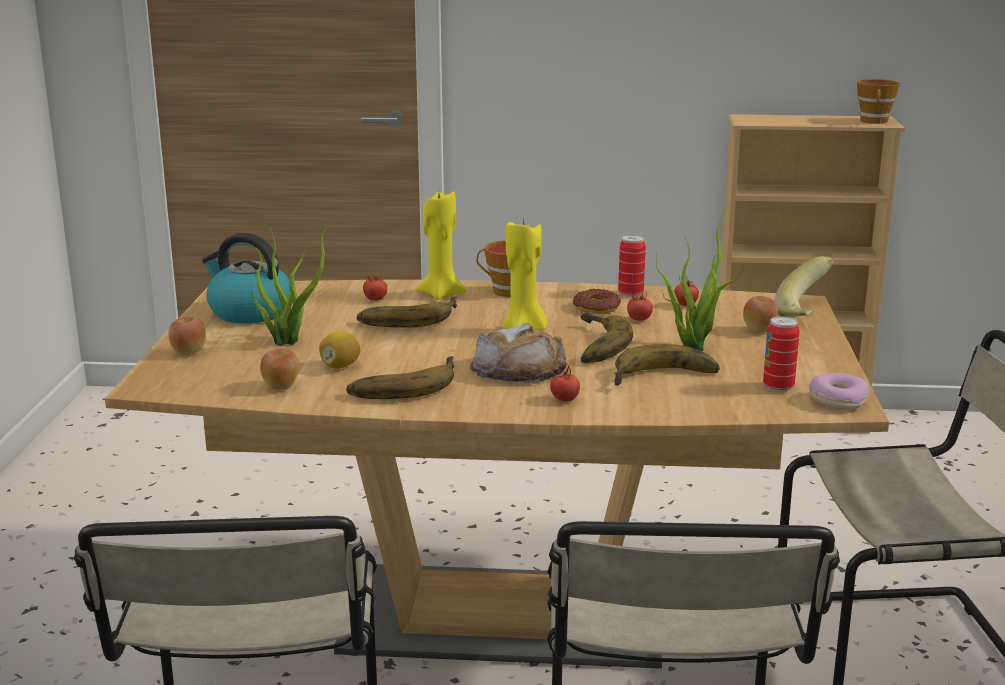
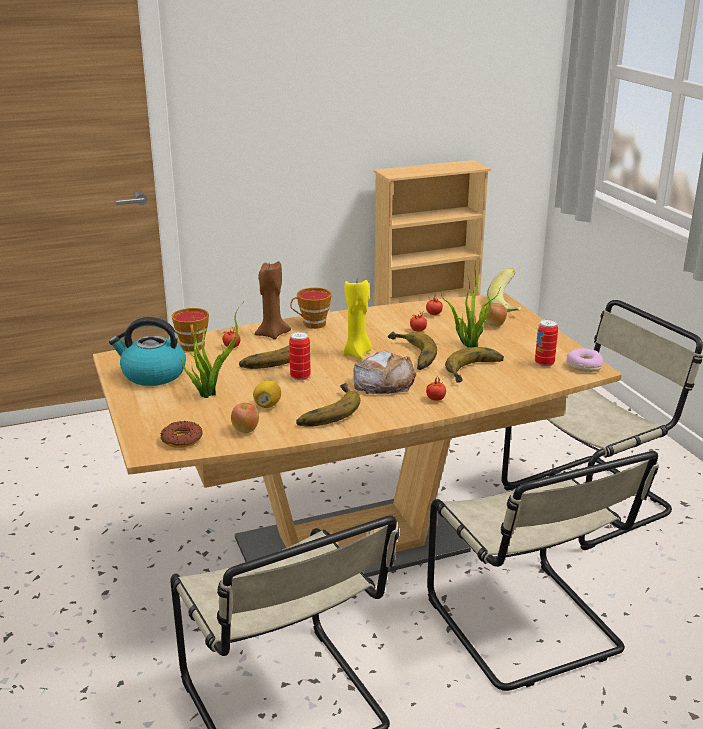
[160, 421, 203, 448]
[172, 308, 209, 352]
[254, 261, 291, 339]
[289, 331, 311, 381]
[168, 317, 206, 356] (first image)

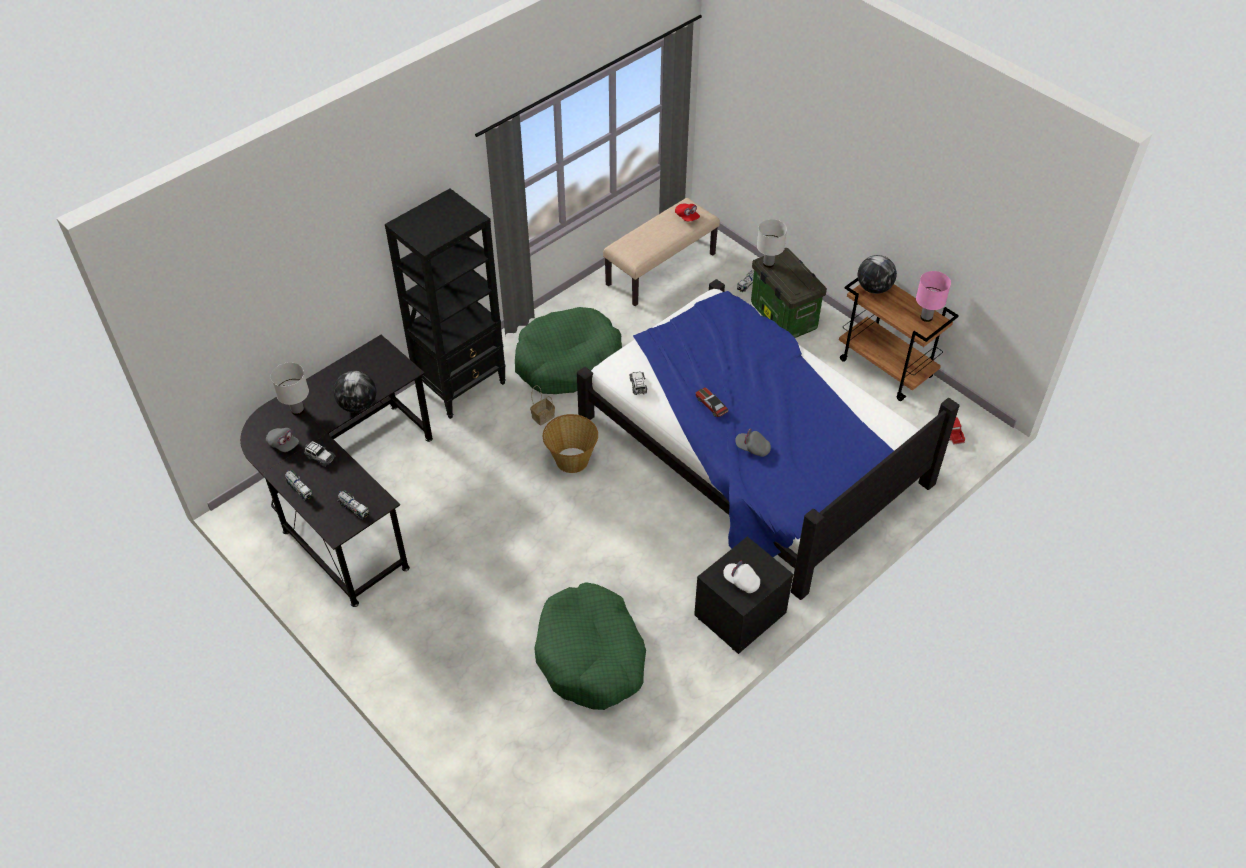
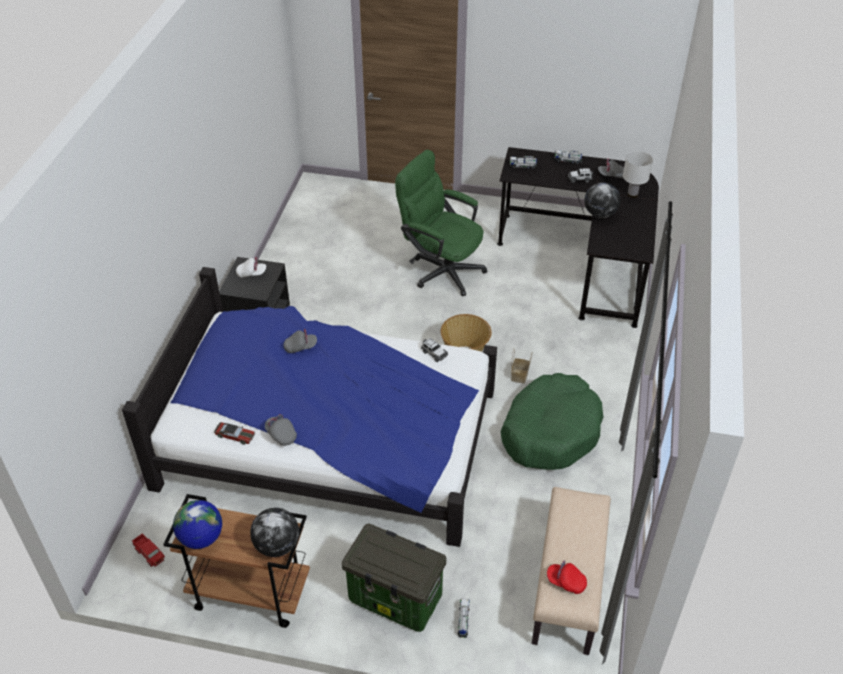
[173, 500, 222, 549]
[214, 422, 255, 445]
[265, 414, 297, 446]
[395, 150, 487, 296]
[385, 188, 506, 419] (first image)
[534, 582, 646, 710] (first image)
[757, 219, 787, 268] (first image)

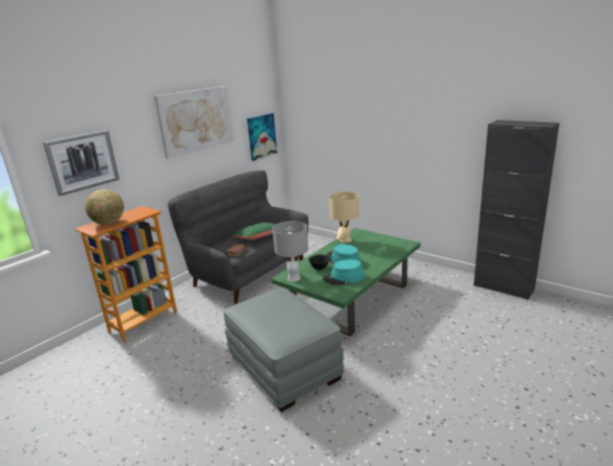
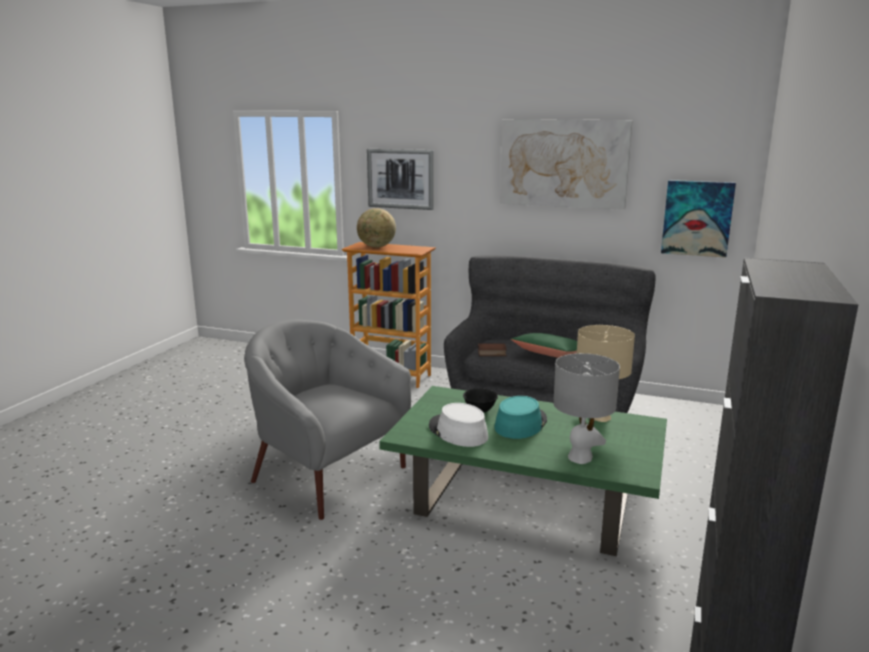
[244, 320, 411, 520]
[429, 403, 488, 447]
[553, 353, 620, 464]

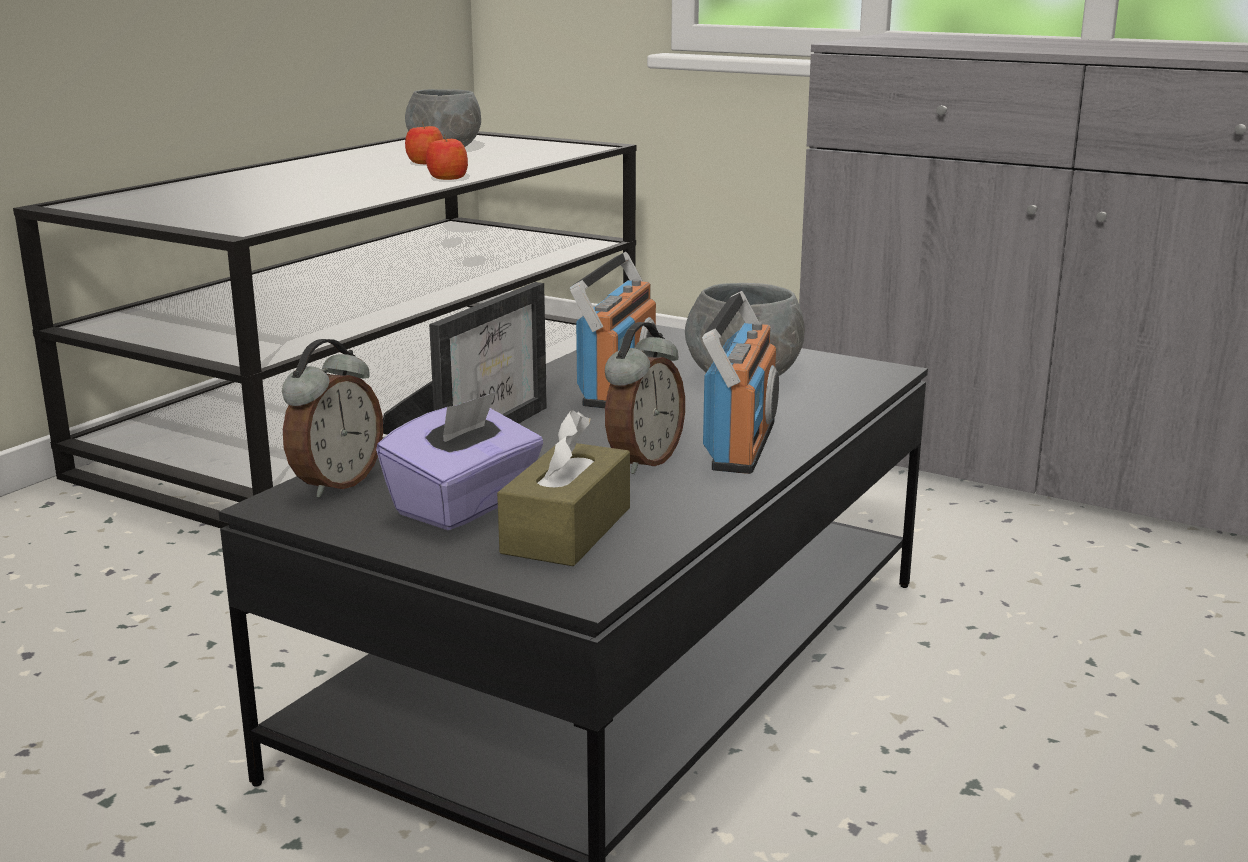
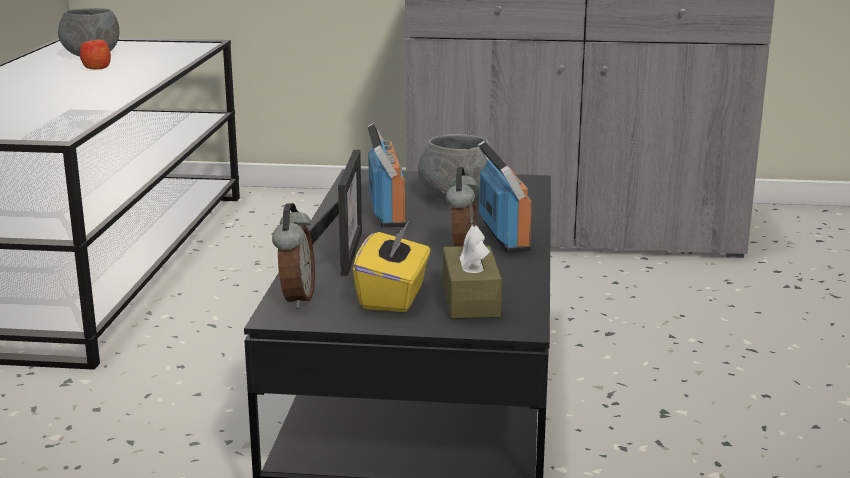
[353, 222, 430, 312]
[426, 134, 468, 180] (first image)

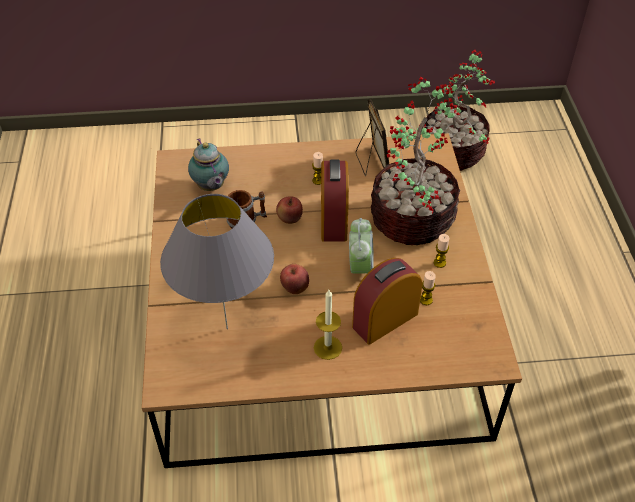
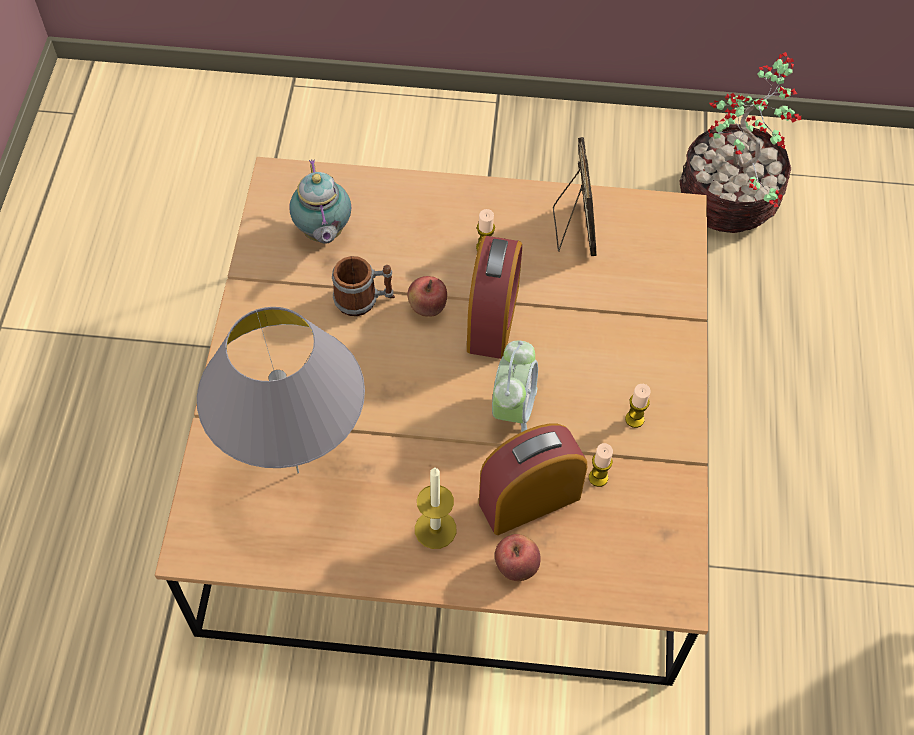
[495, 534, 541, 581]
[371, 77, 460, 245] (first image)

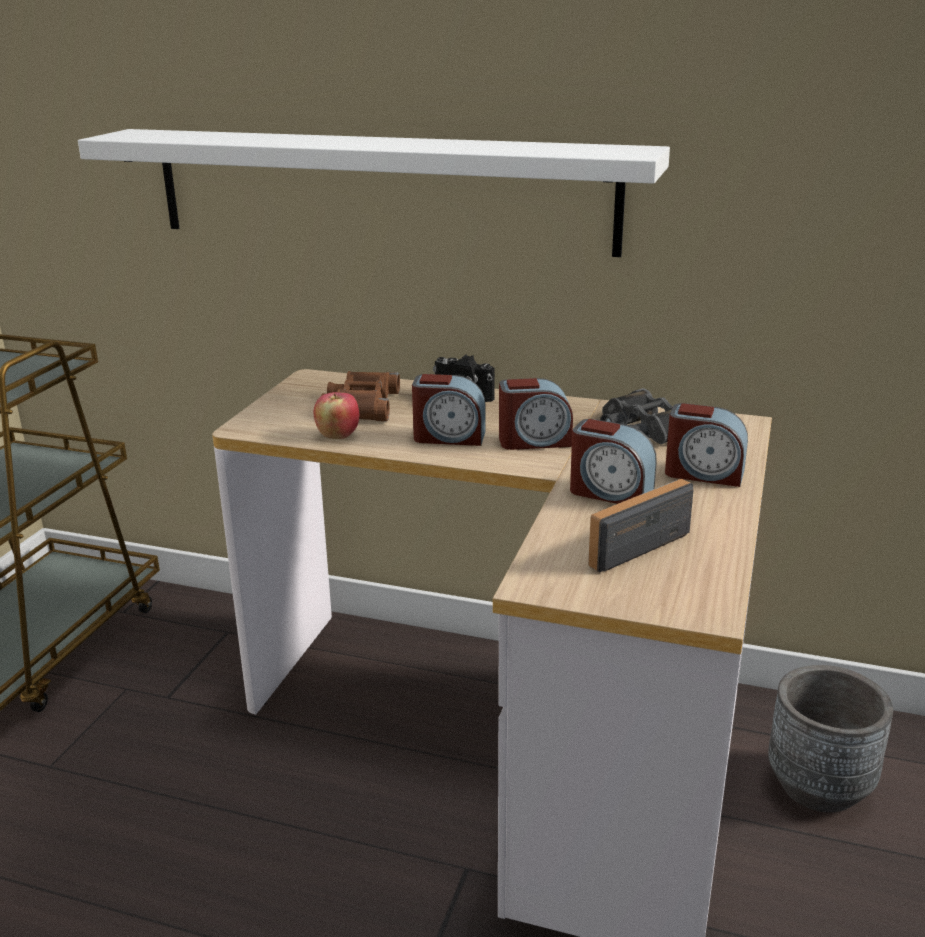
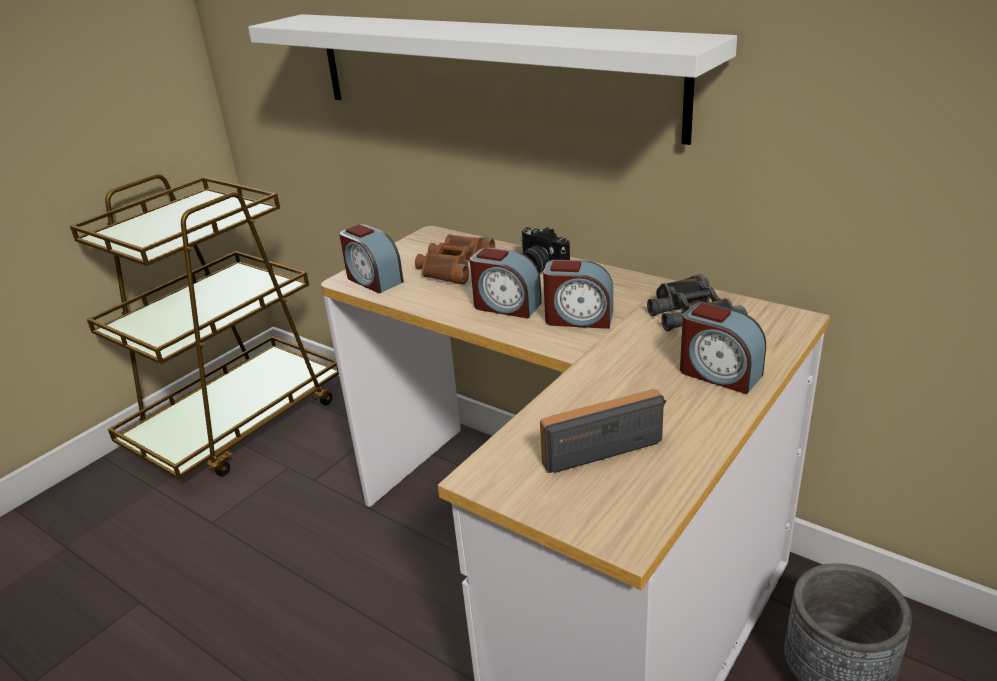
[339, 224, 404, 294]
[314, 392, 359, 439] (first image)

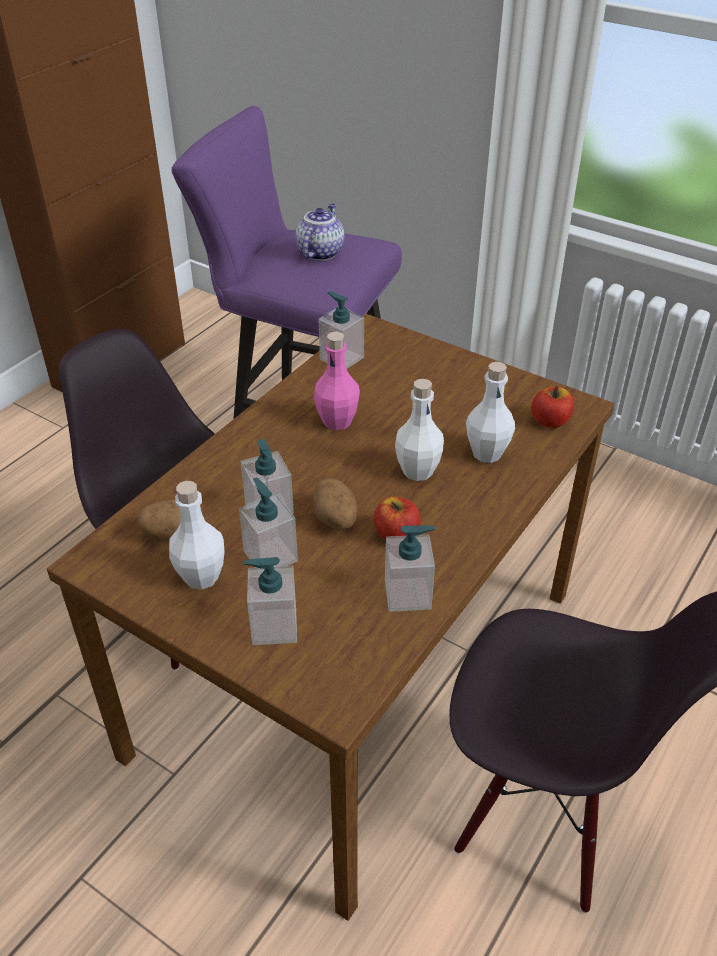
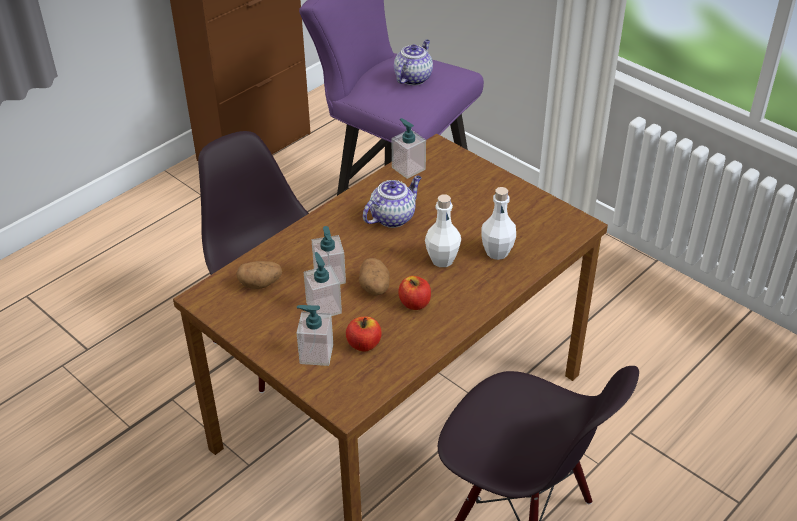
[346, 317, 382, 352]
[363, 176, 422, 228]
[169, 481, 225, 589] (first image)
[385, 525, 435, 612] (first image)

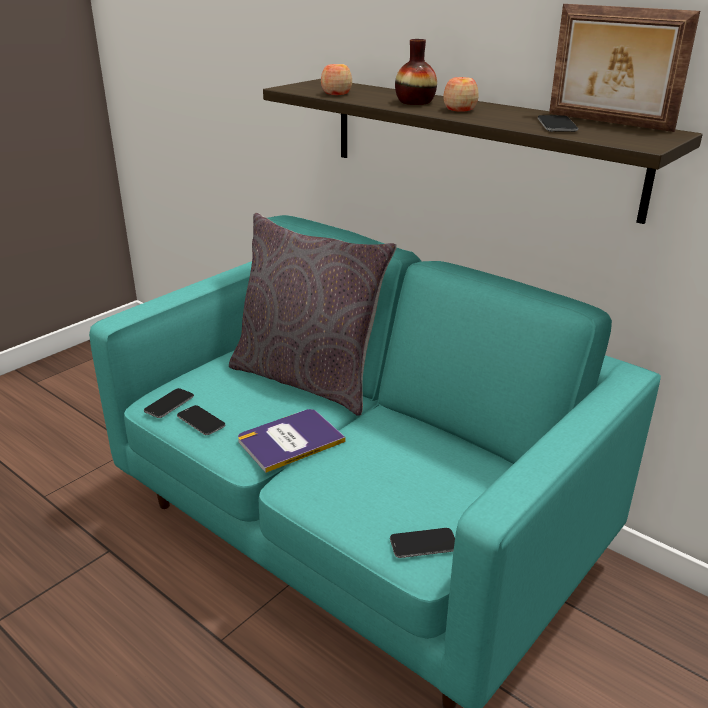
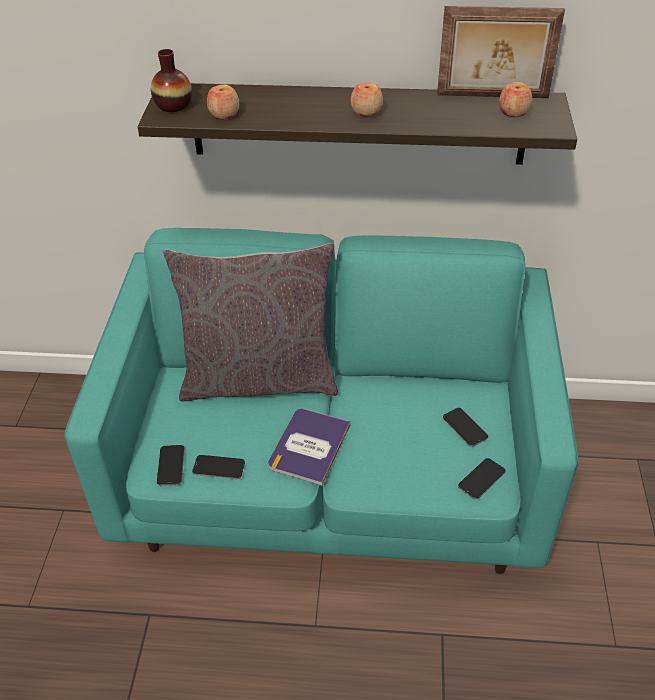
[151, 49, 192, 112]
[443, 408, 488, 447]
[499, 82, 532, 117]

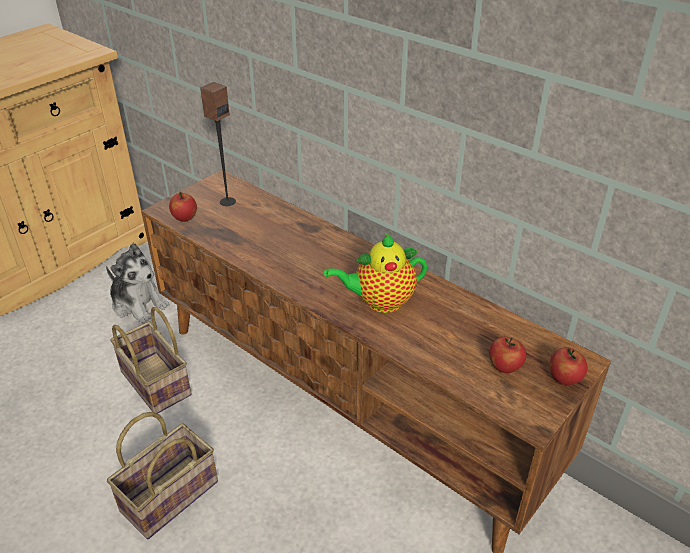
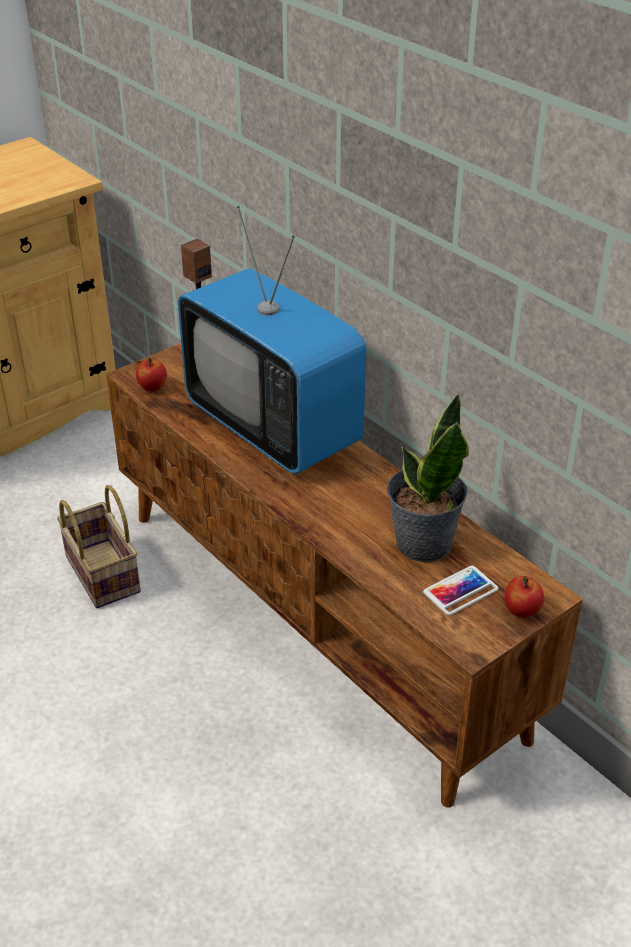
[178, 206, 366, 474]
[387, 393, 469, 562]
[423, 566, 498, 615]
[106, 243, 170, 324] (first image)
[107, 412, 218, 539] (first image)
[324, 234, 427, 313] (first image)

